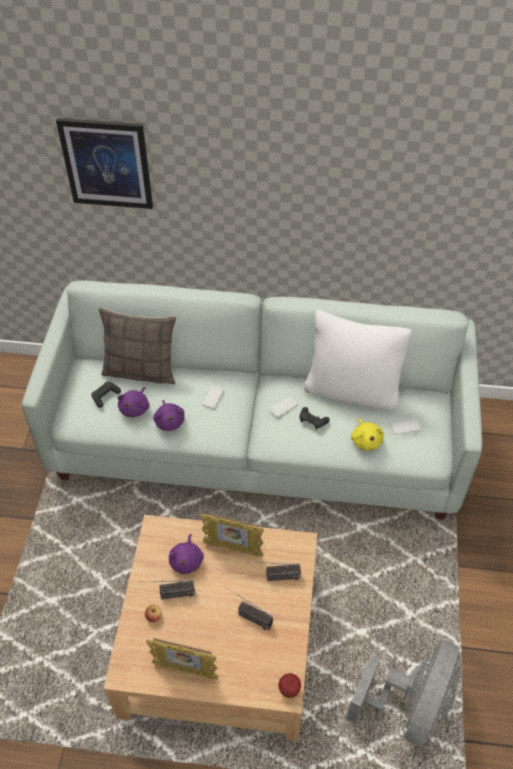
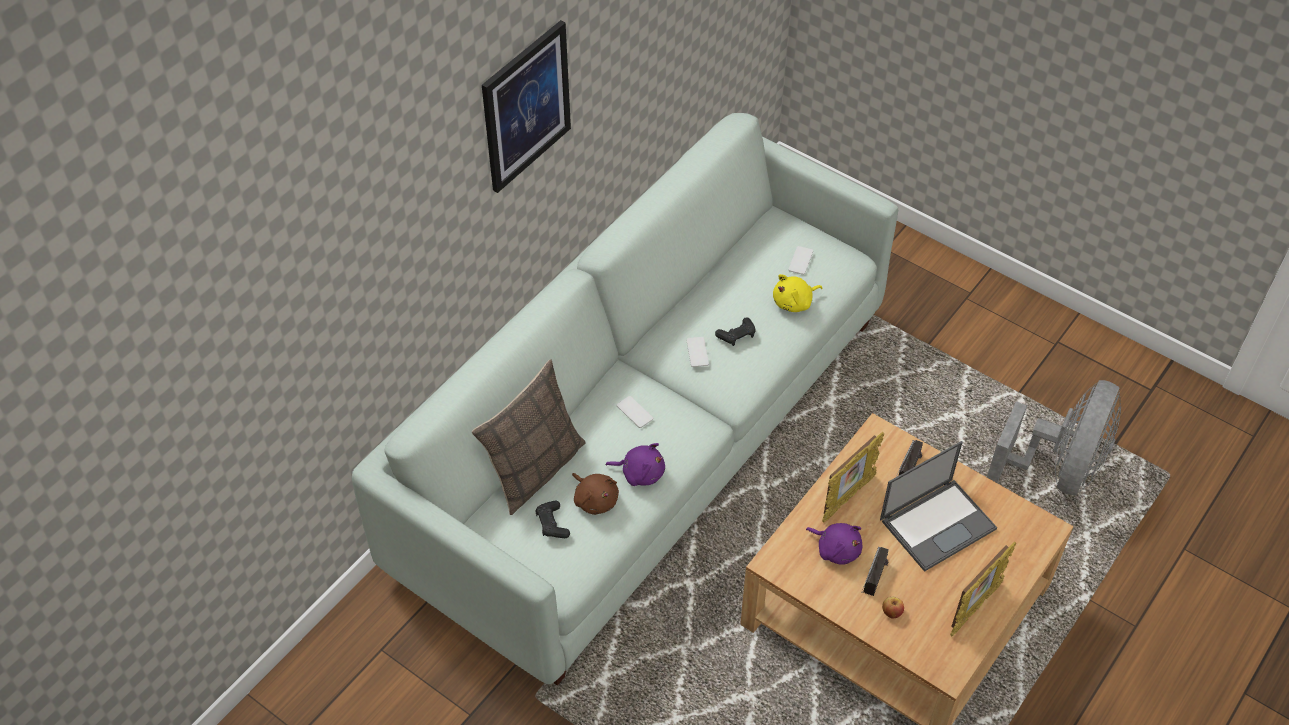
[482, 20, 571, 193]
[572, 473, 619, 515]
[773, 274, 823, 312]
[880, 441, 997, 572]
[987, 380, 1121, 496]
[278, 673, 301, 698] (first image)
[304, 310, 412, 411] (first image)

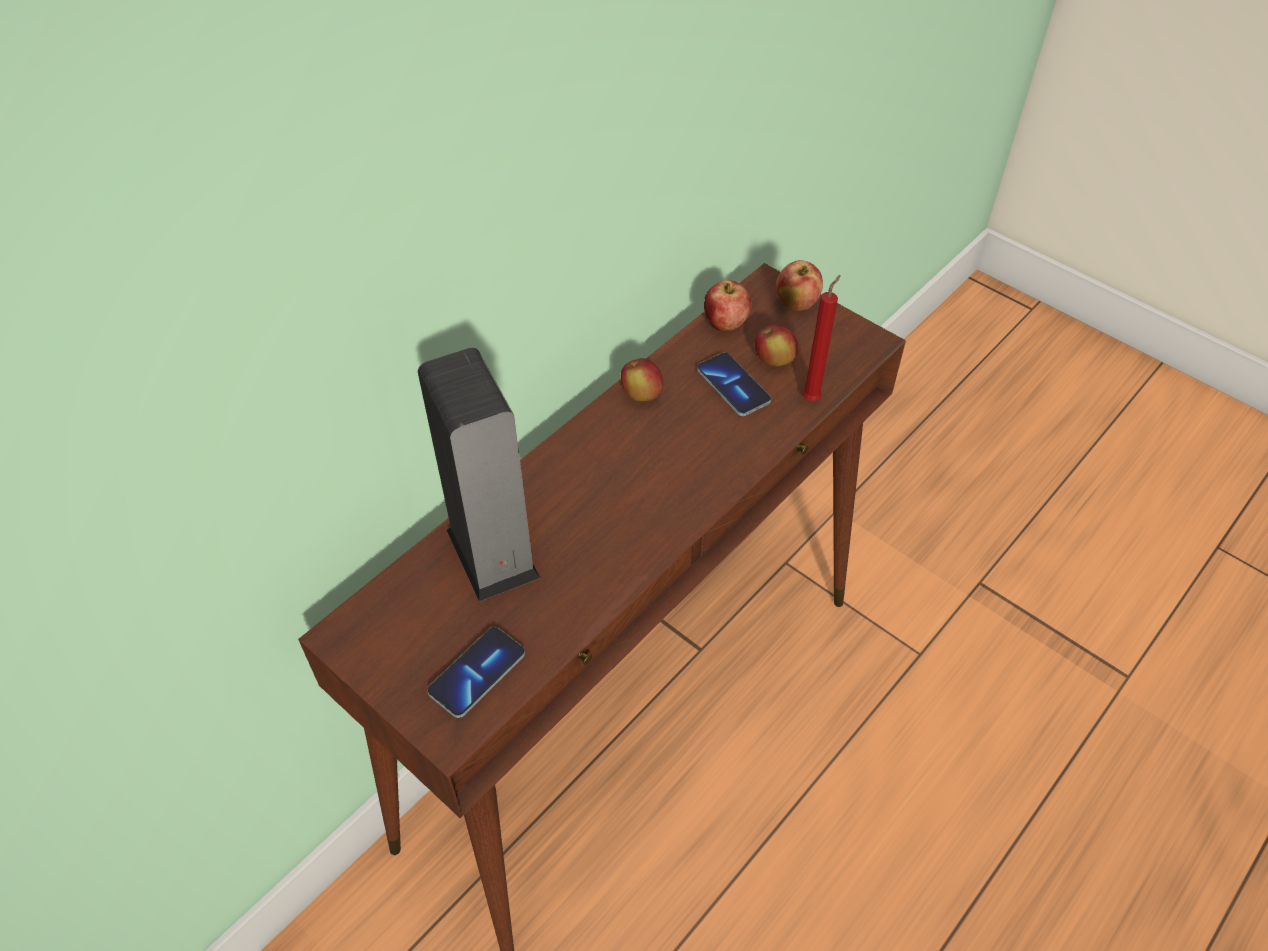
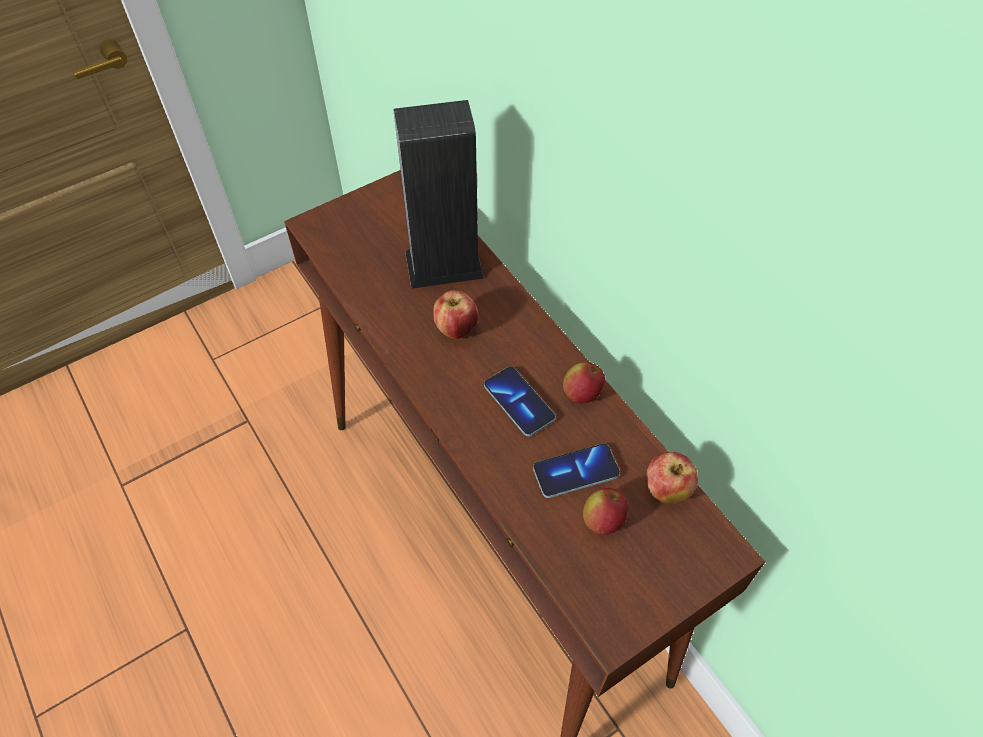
[433, 290, 478, 339]
[484, 367, 556, 437]
[803, 275, 841, 401] (first image)

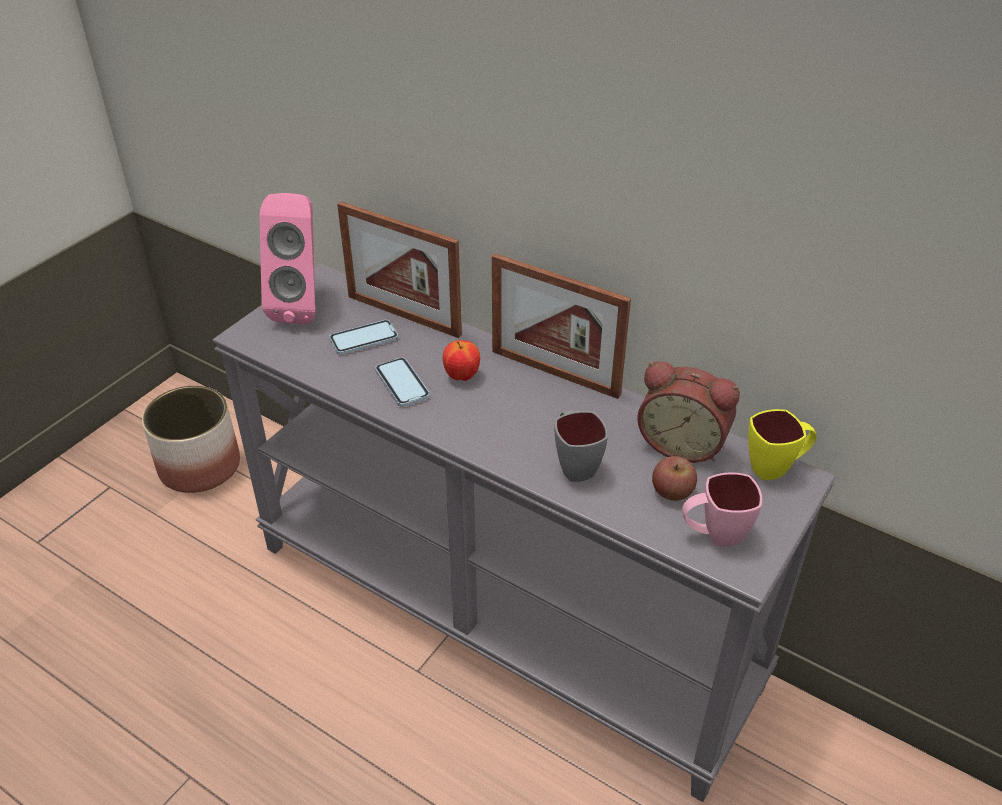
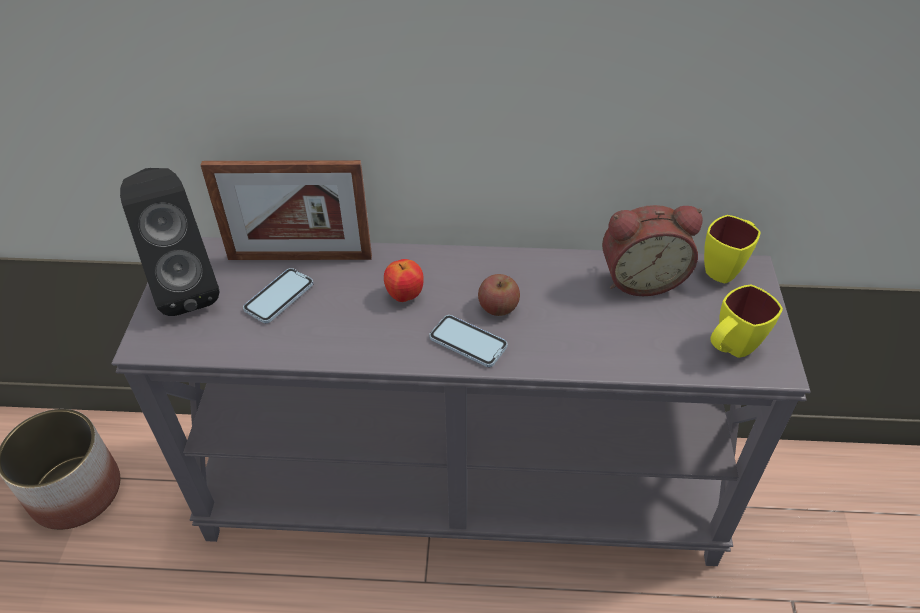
[120, 168, 219, 316]
[429, 315, 508, 367]
[478, 274, 520, 316]
[710, 285, 783, 358]
[492, 253, 631, 399] (first image)
[555, 410, 608, 482] (first image)

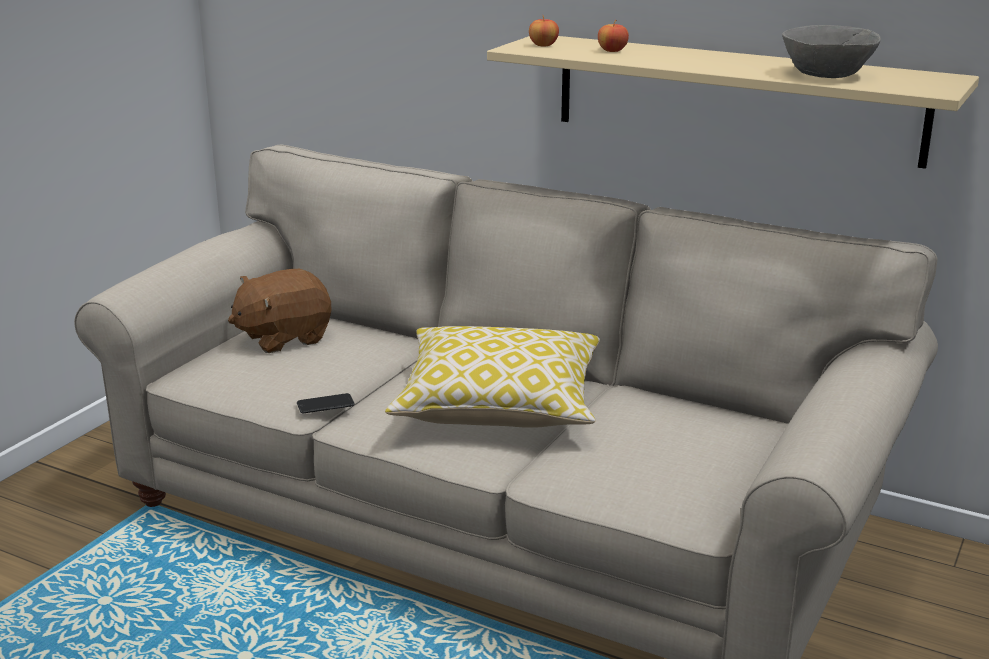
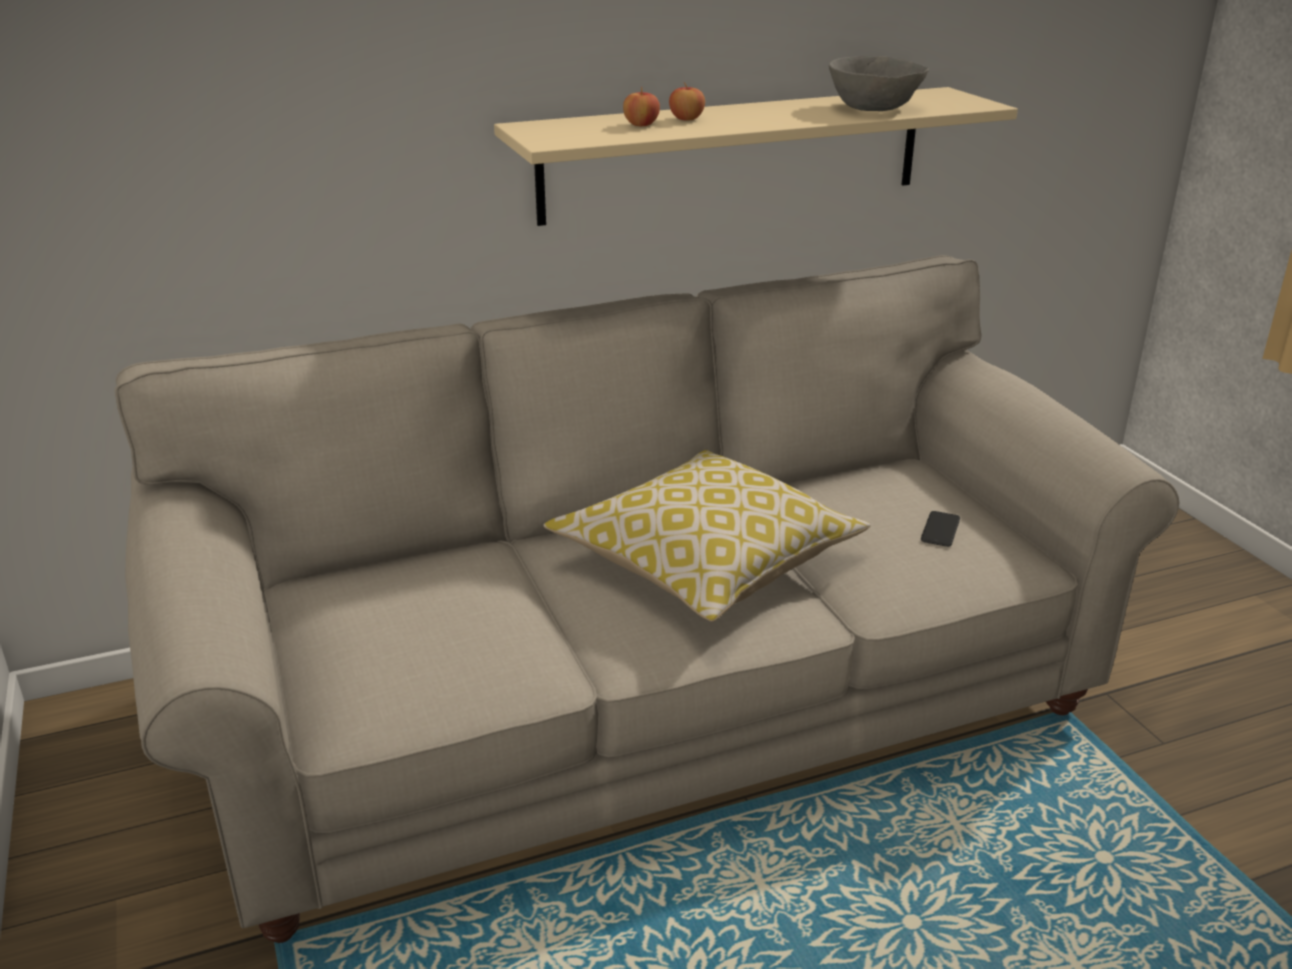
[669, 82, 705, 120]
[921, 511, 960, 547]
[228, 269, 331, 353] (first image)

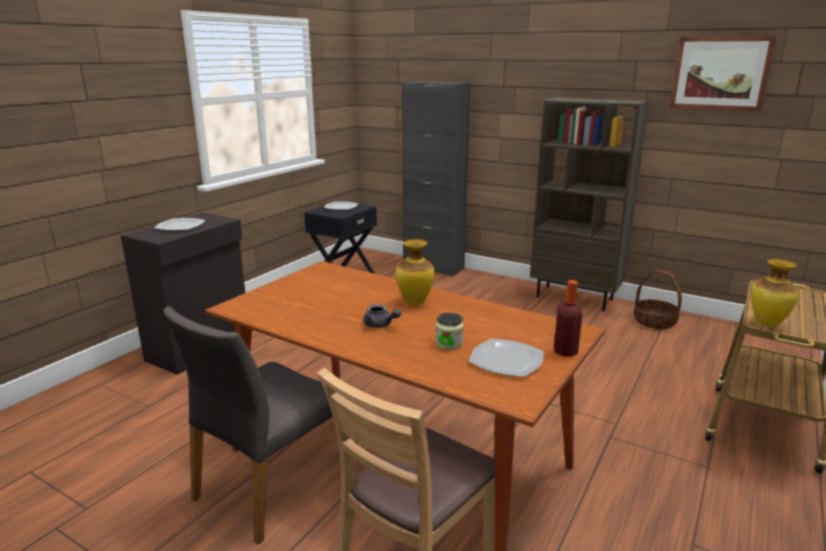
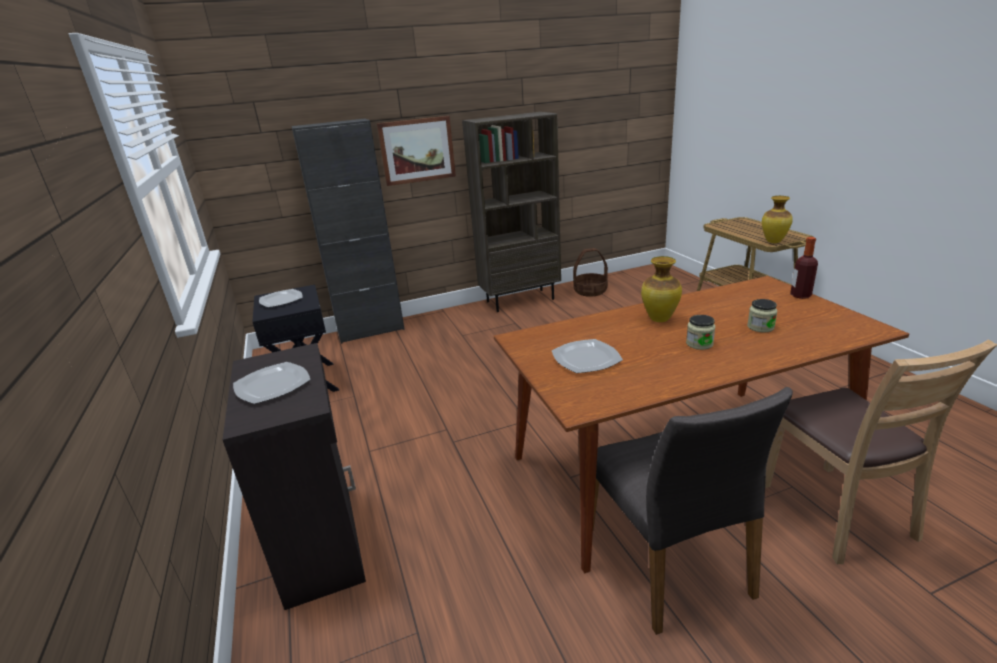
[377, 116, 456, 186]
[552, 339, 623, 373]
[686, 315, 715, 350]

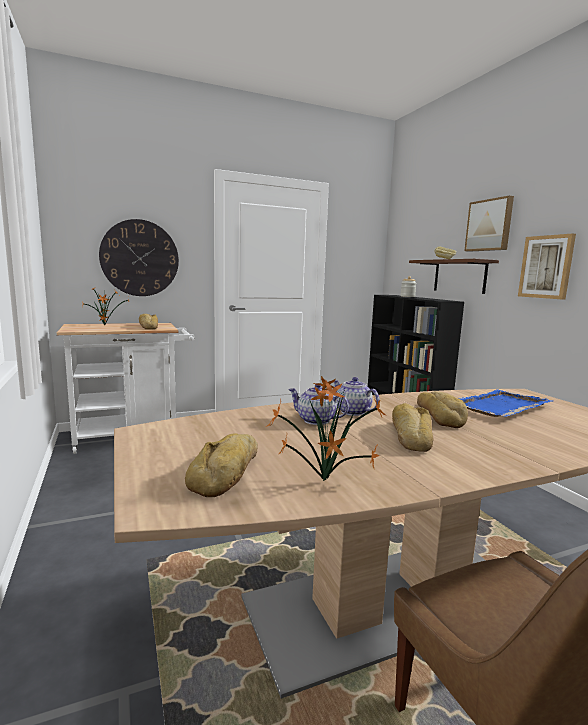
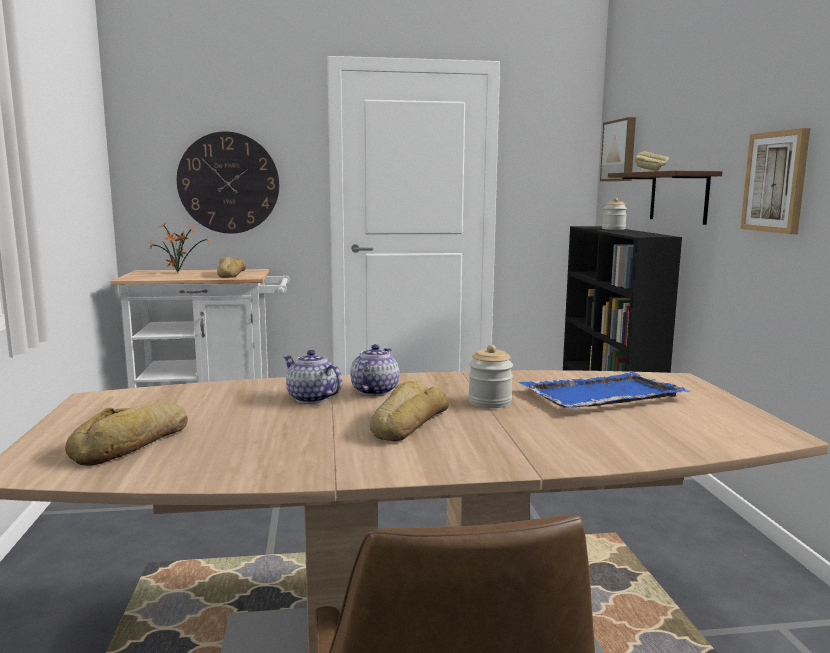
[350, 344, 399, 396]
[468, 344, 513, 408]
[600, 117, 636, 181]
[266, 376, 386, 481] (first image)

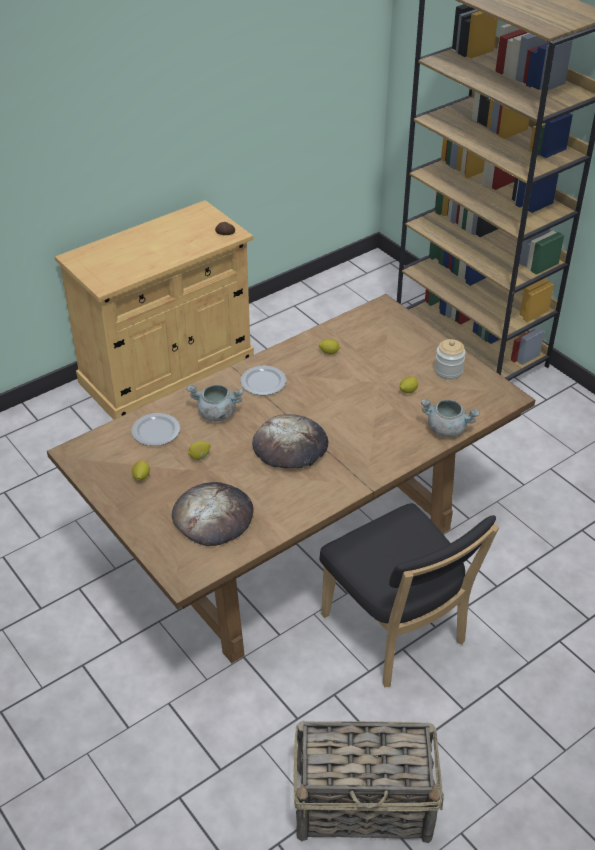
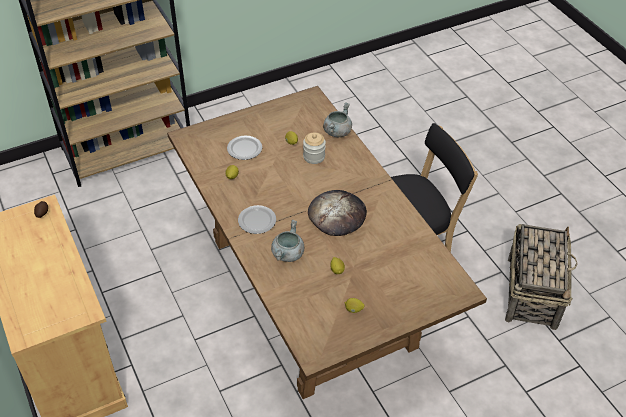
[227, 136, 262, 160]
[303, 132, 326, 164]
[172, 482, 254, 546] (first image)

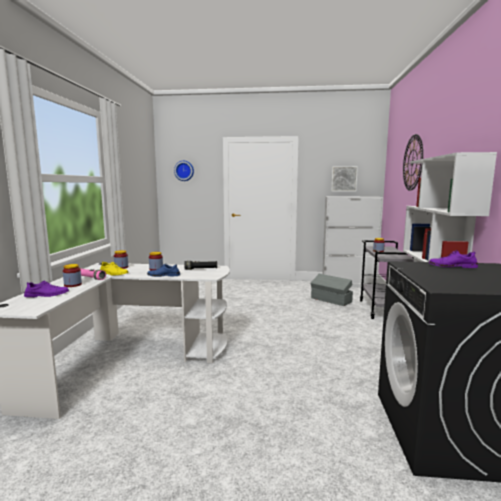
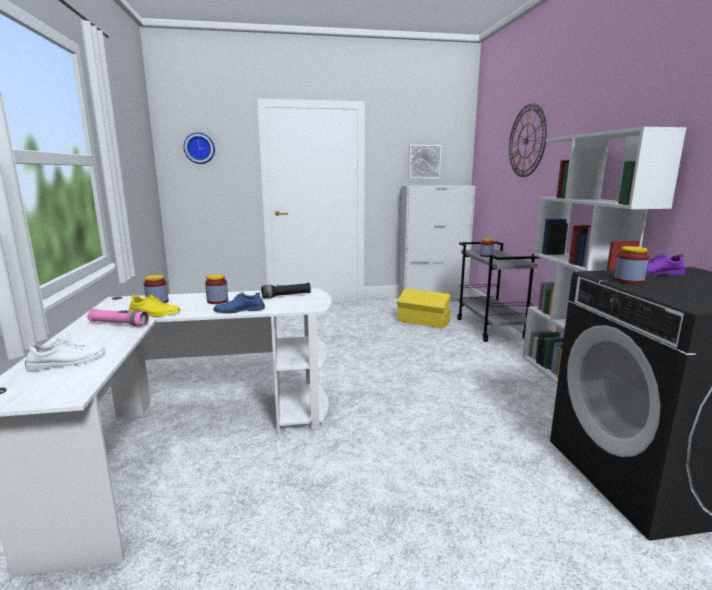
[25, 338, 105, 371]
[397, 288, 451, 328]
[614, 246, 649, 284]

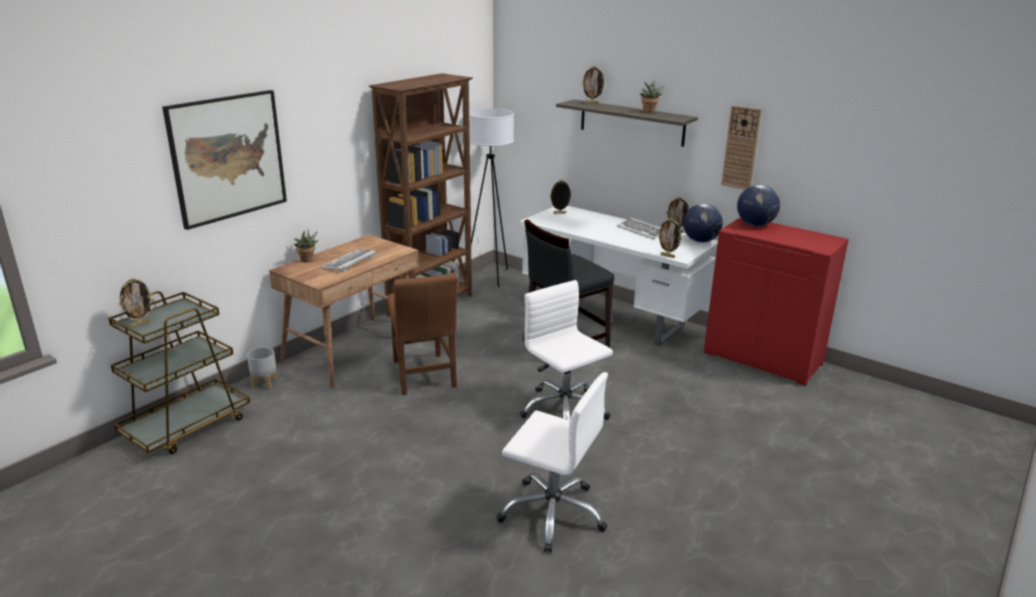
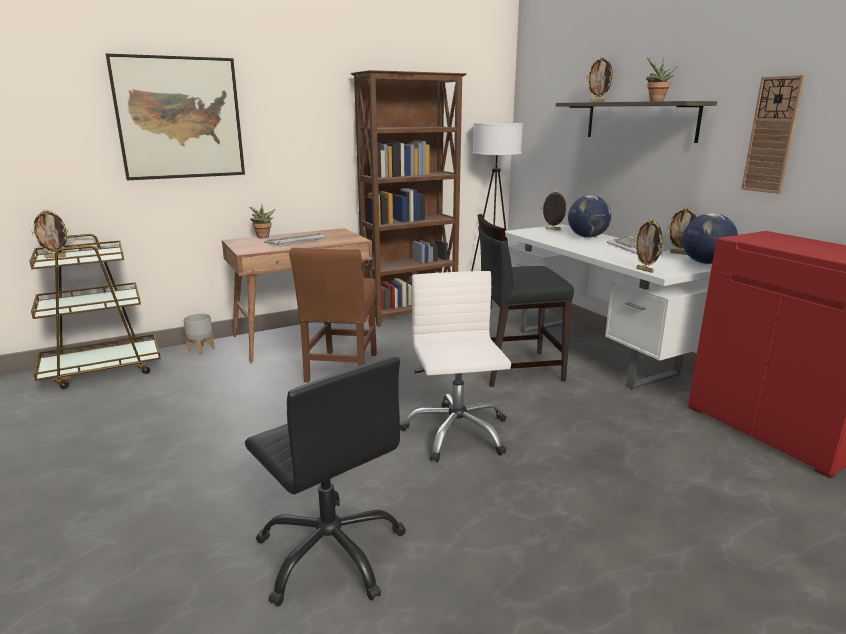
[245, 357, 406, 606]
[568, 195, 611, 238]

